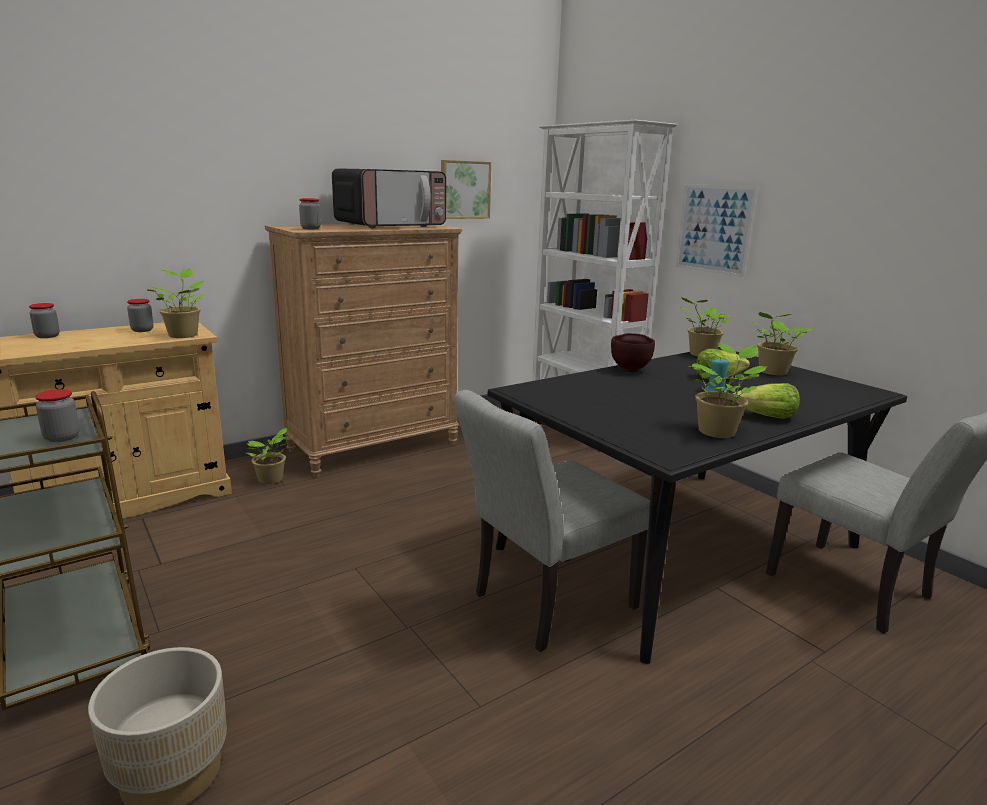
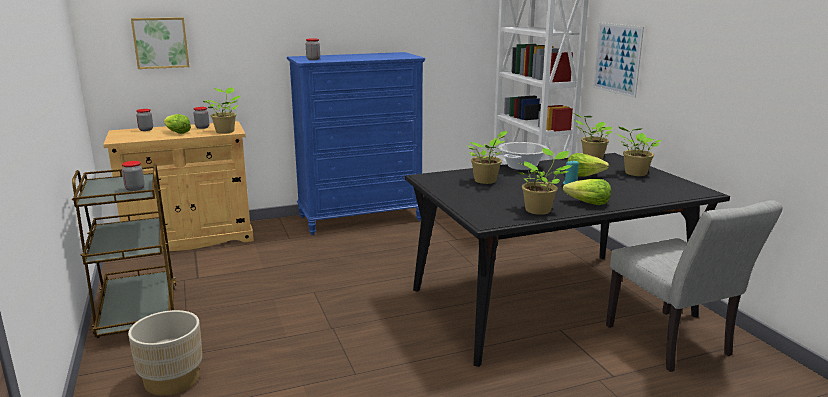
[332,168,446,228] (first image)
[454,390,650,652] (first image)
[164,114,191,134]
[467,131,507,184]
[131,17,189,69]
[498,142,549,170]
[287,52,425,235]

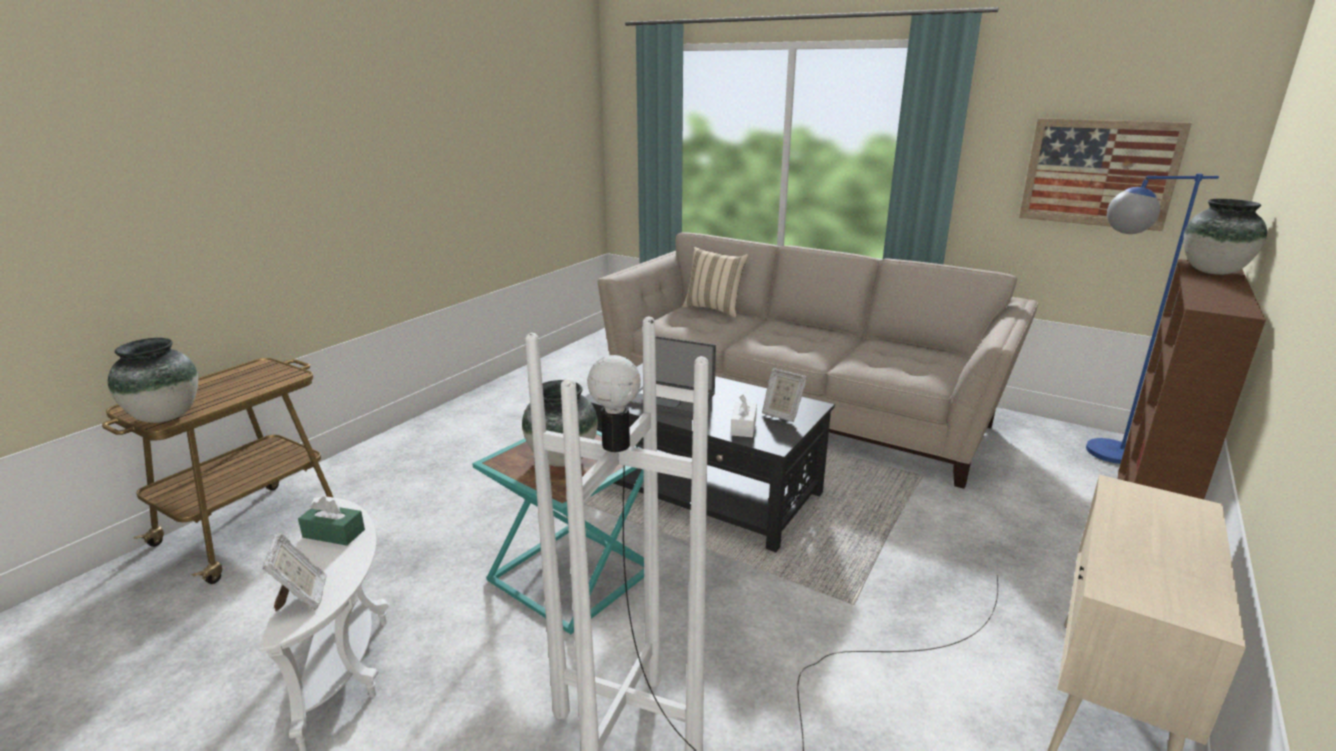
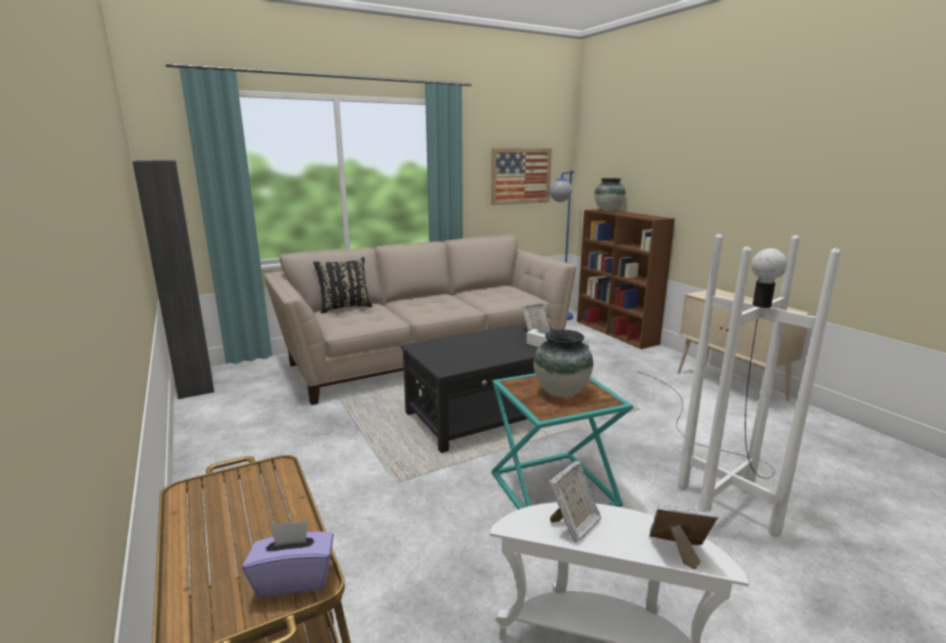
[627,336,716,417] (first image)
[132,160,214,399]
[243,521,333,597]
[549,461,601,542]
[313,257,373,314]

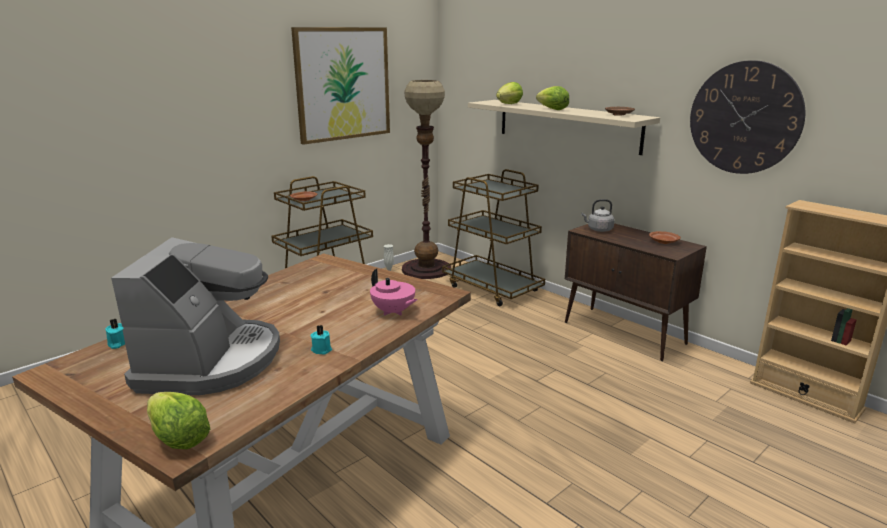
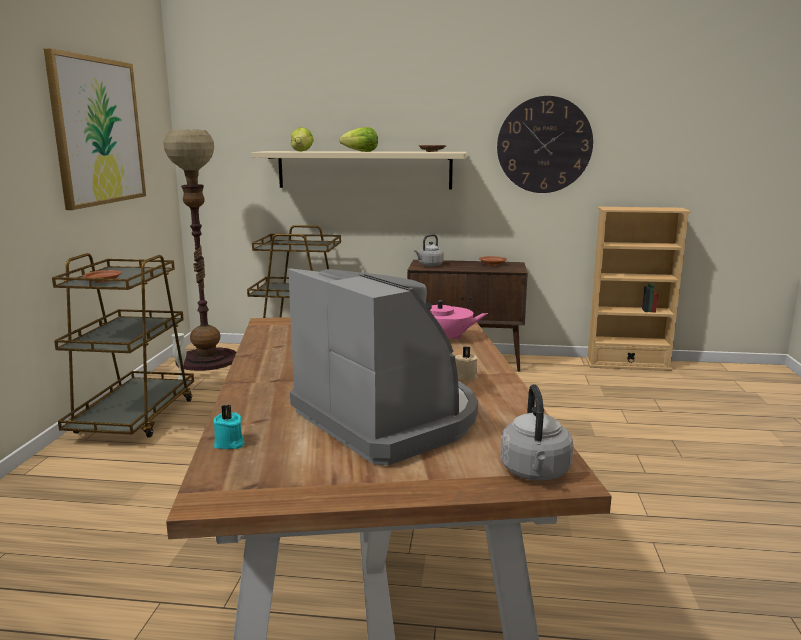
[500,384,573,481]
[455,346,478,380]

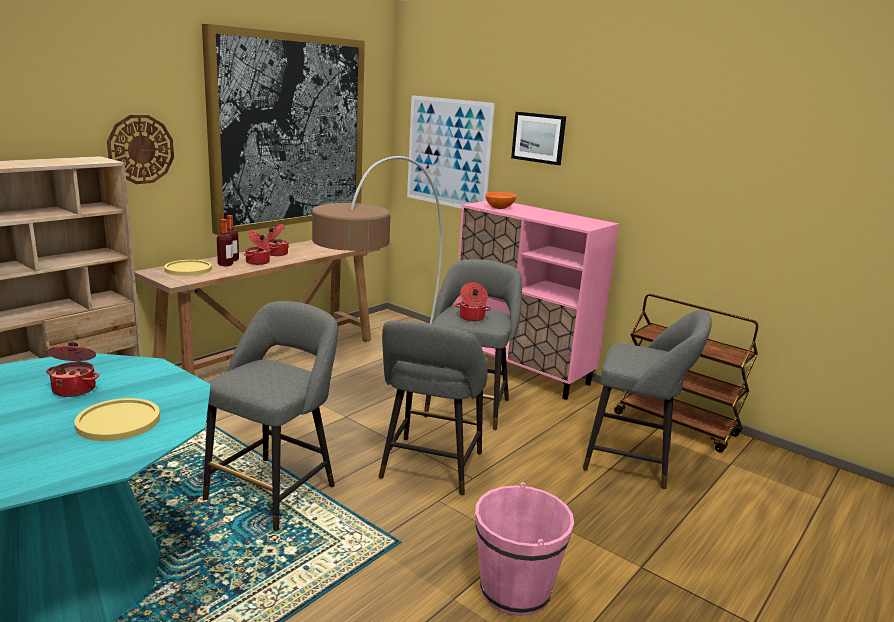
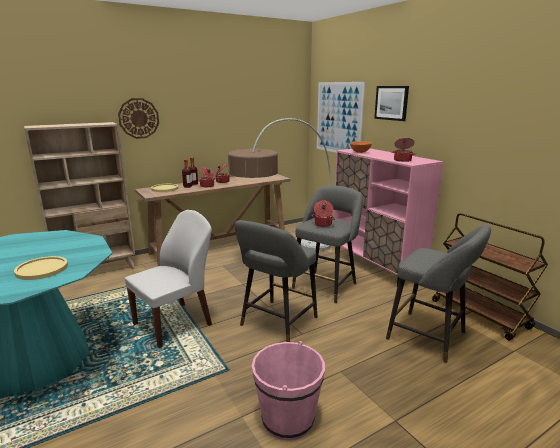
[202,24,365,235] (first image)
[391,138,416,162]
[125,210,212,348]

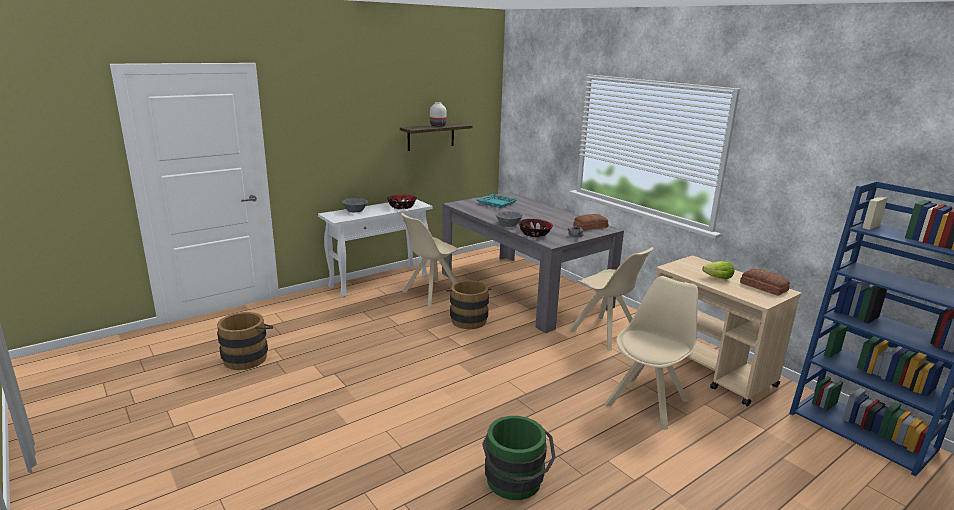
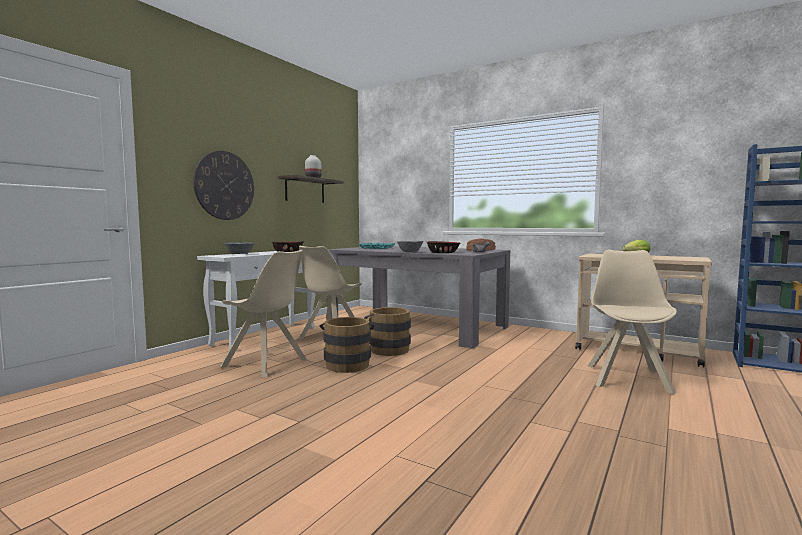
[482,416,556,500] (first image)
[740,269,790,296] (first image)
[193,151,254,220]
[319,317,374,373]
[220,250,307,377]

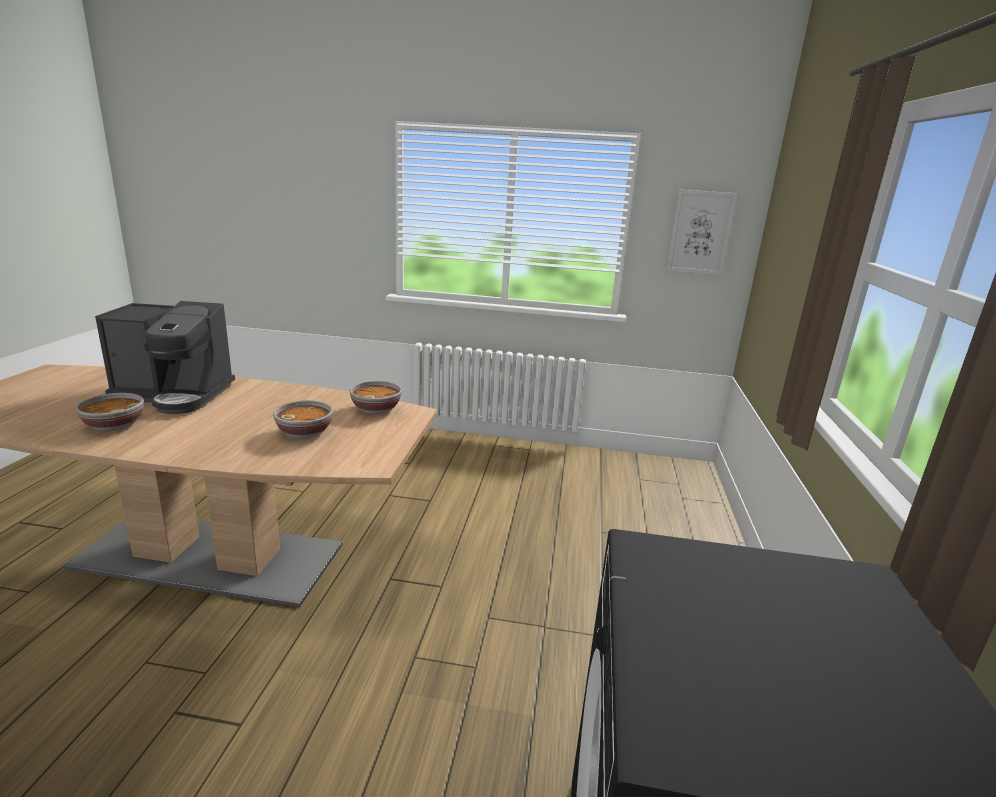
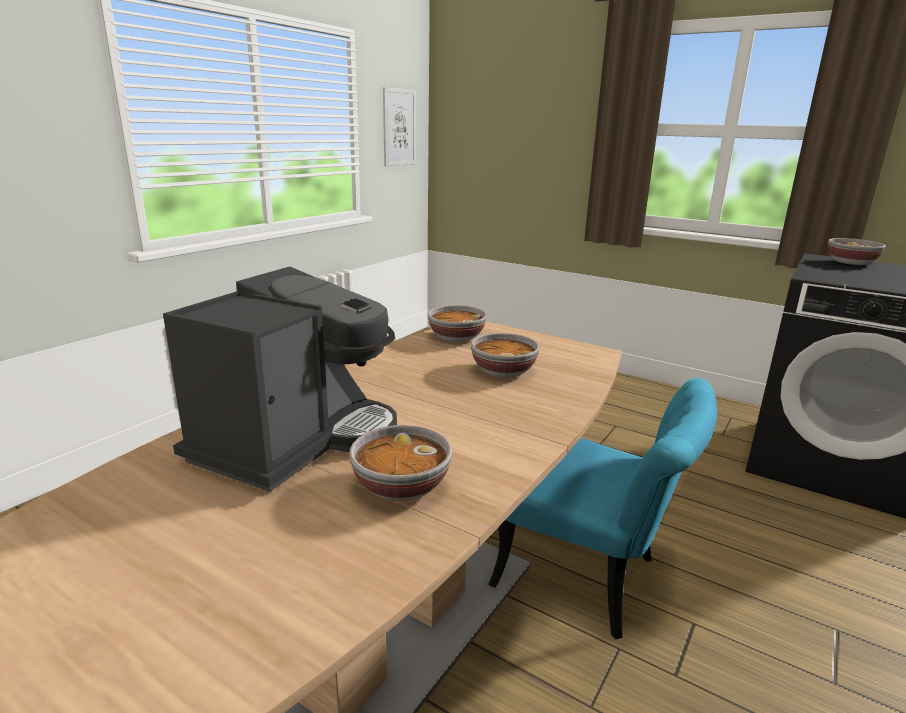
[488,378,717,640]
[828,238,886,265]

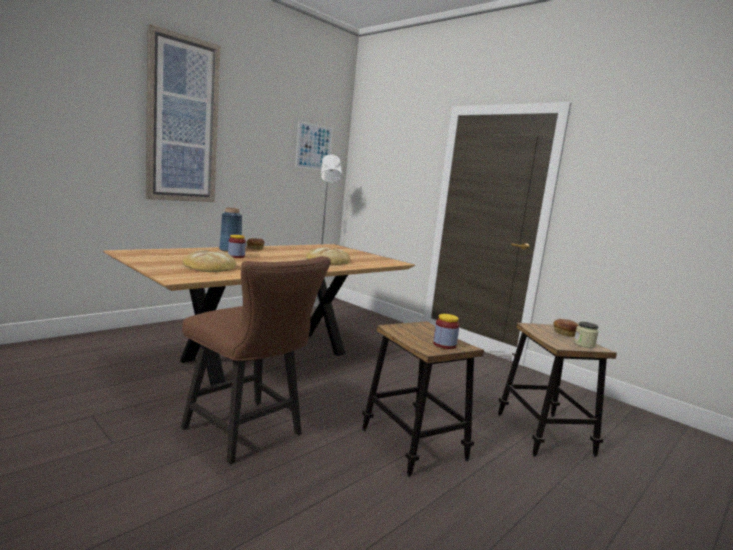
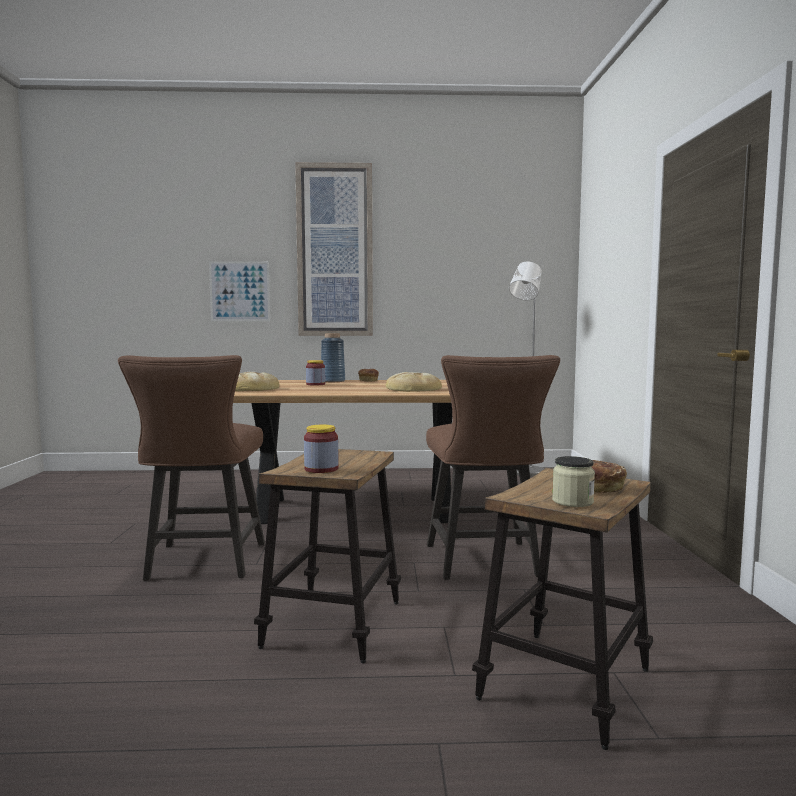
[426,355,560,580]
[209,261,270,321]

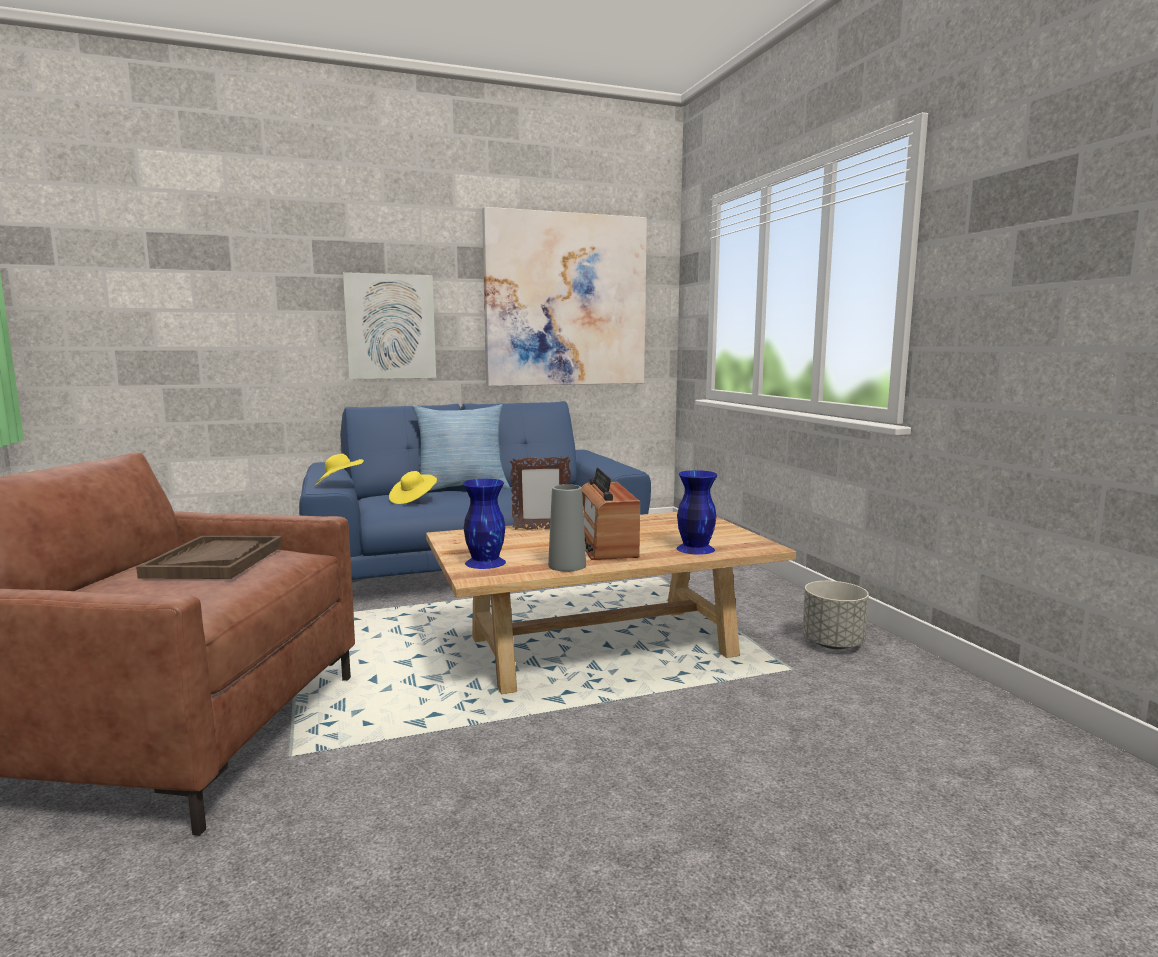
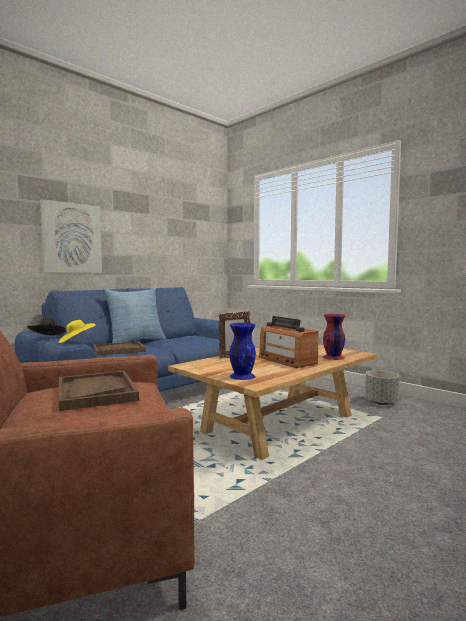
[482,207,647,386] (first image)
[548,484,586,572] (first image)
[27,318,66,336]
[93,341,146,356]
[323,314,345,360]

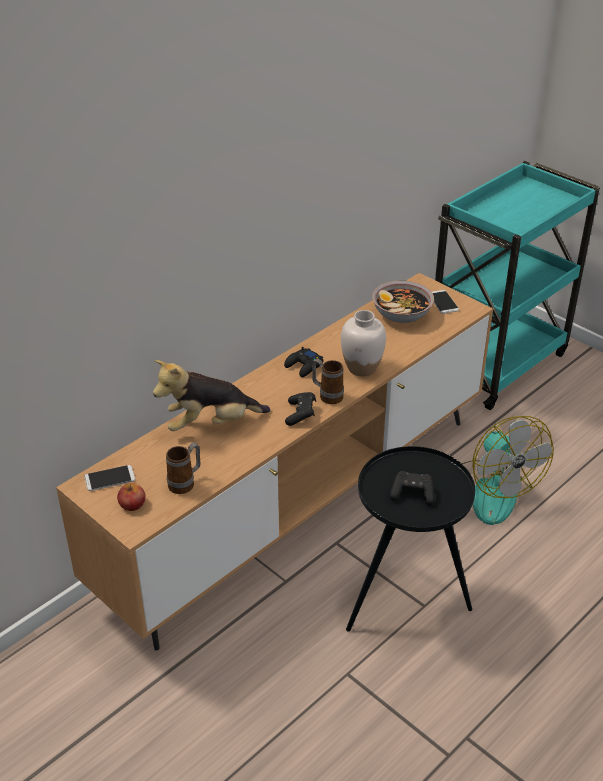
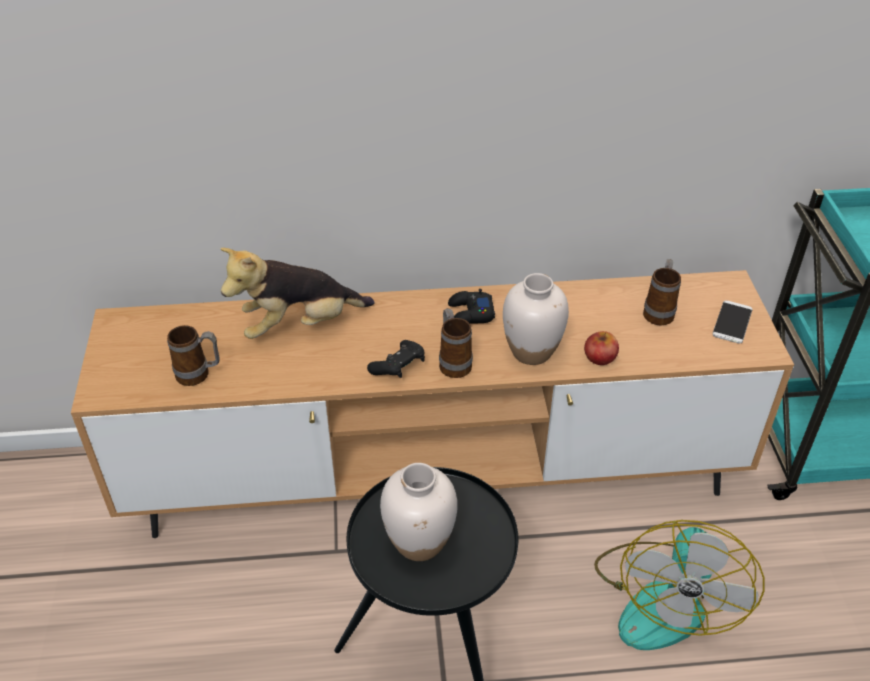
[84,465,135,491] (first image)
[584,331,619,365]
[643,259,681,325]
[380,463,457,561]
[220,248,375,339]

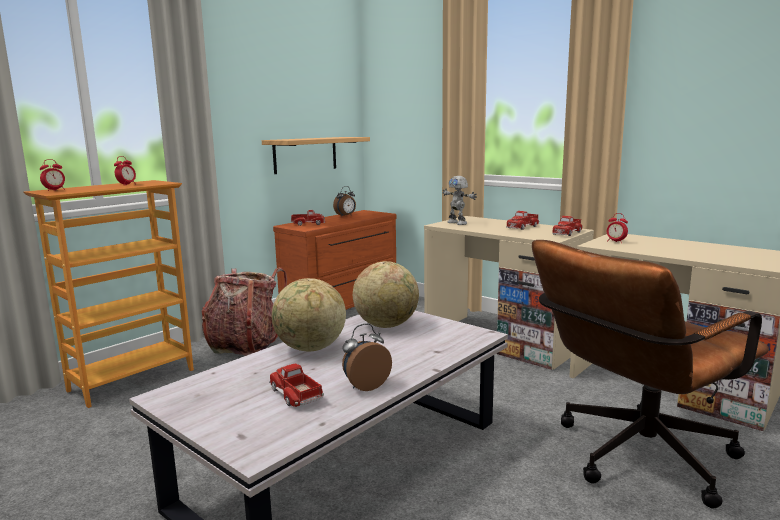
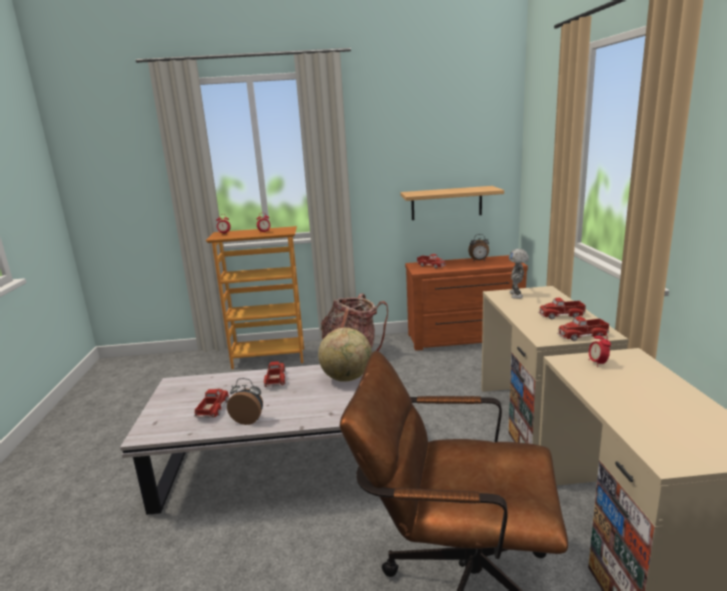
[264,361,286,387]

